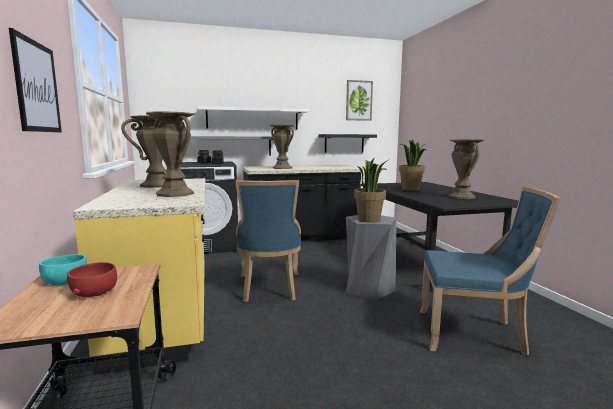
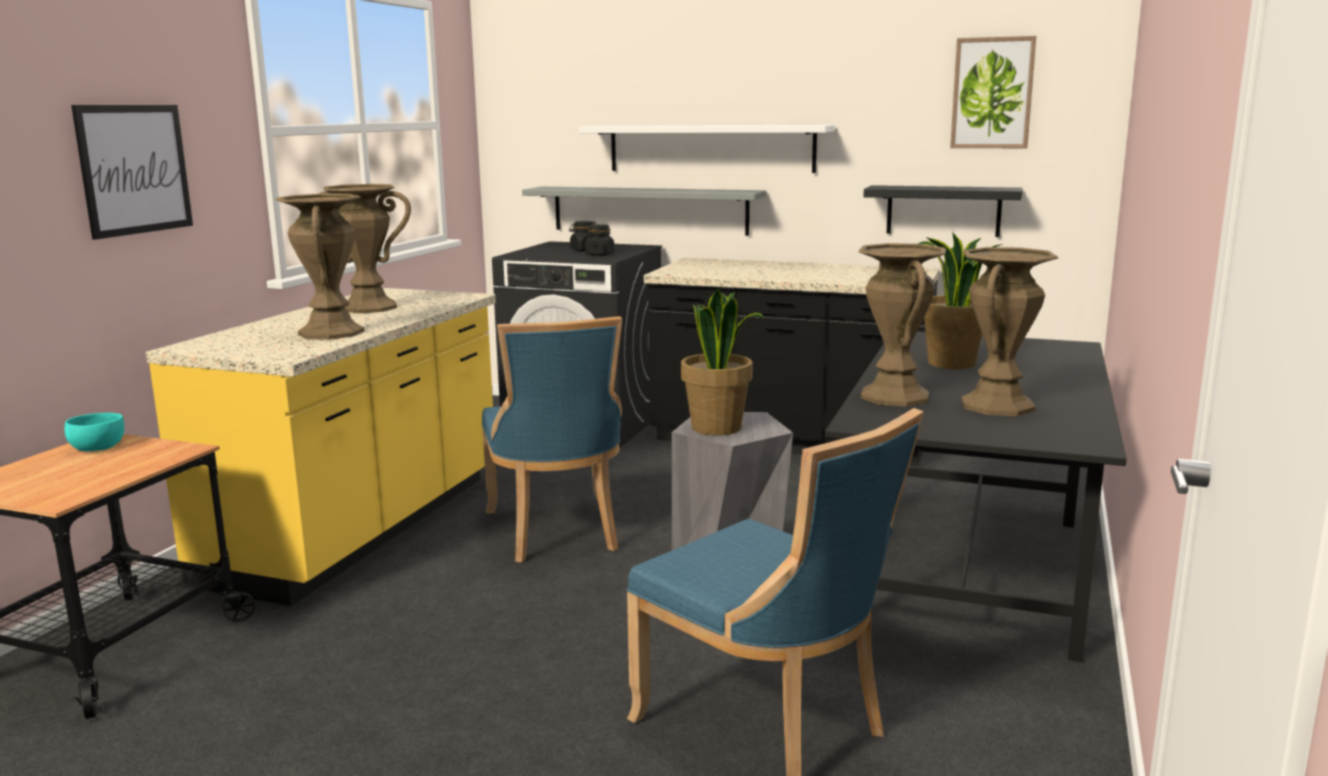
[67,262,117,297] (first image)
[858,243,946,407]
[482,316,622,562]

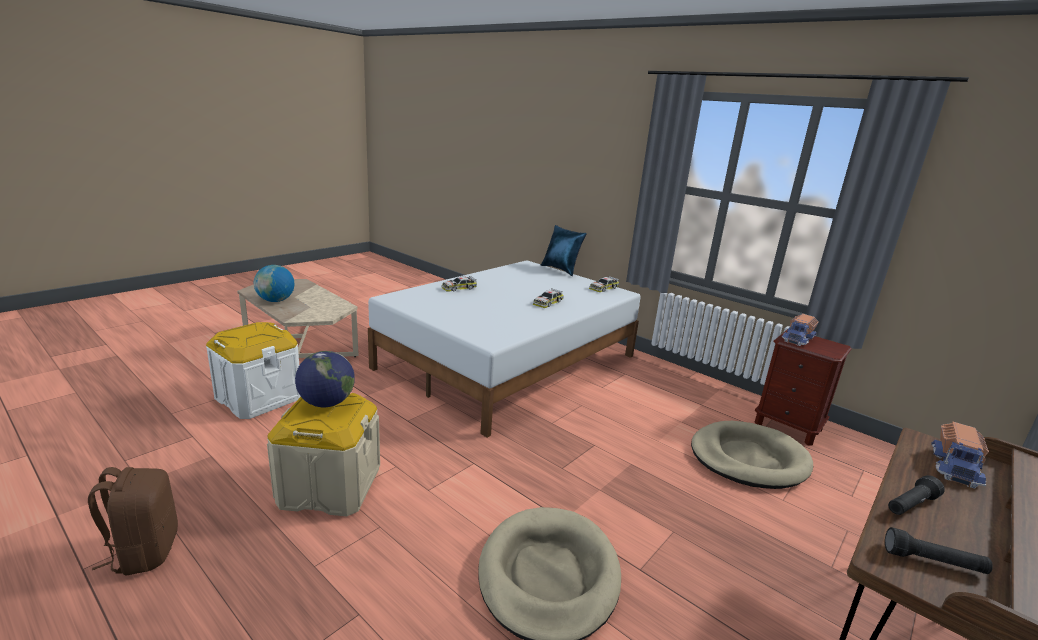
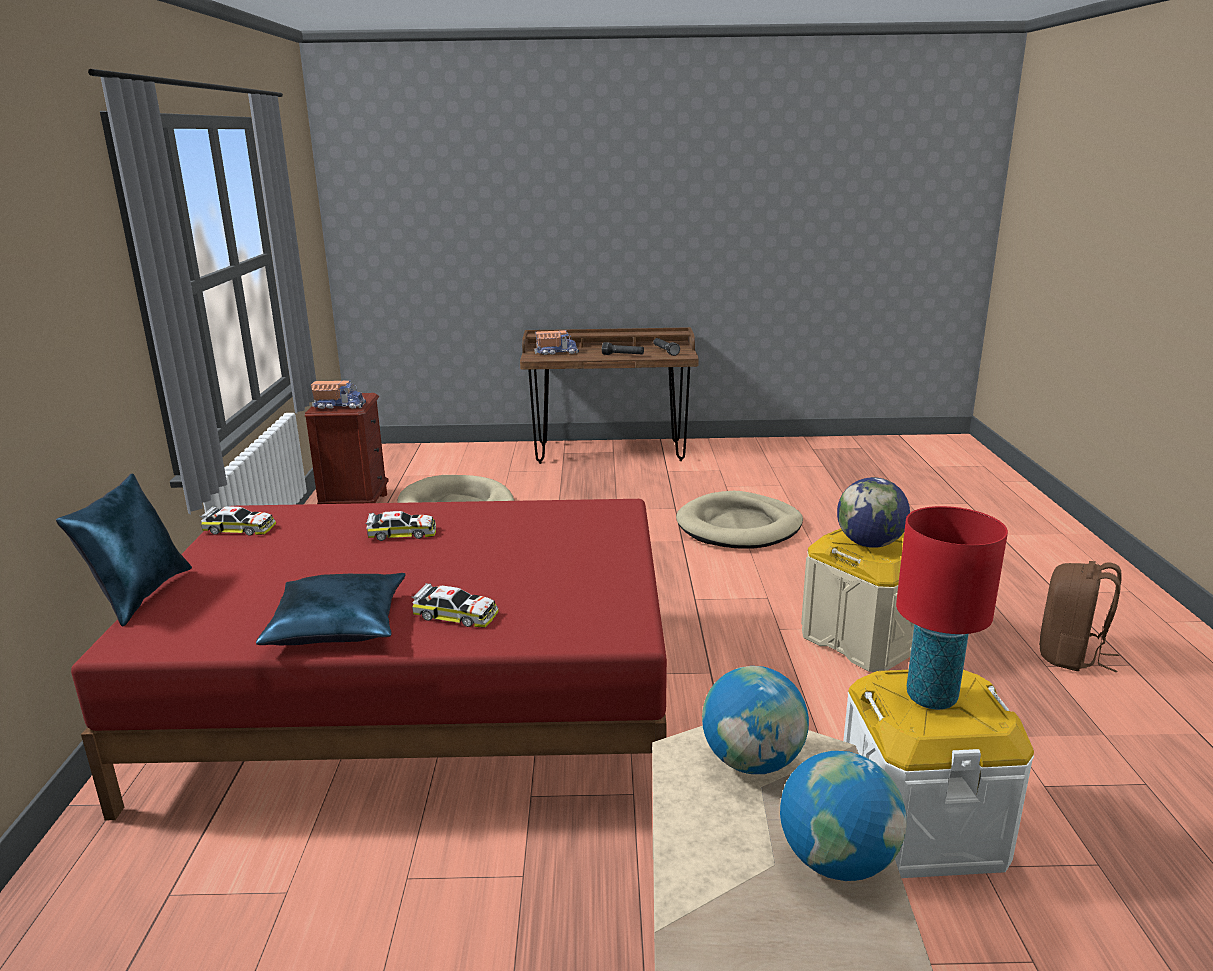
[256,573,405,645]
[702,666,809,774]
[896,506,1008,710]
[71,499,667,820]

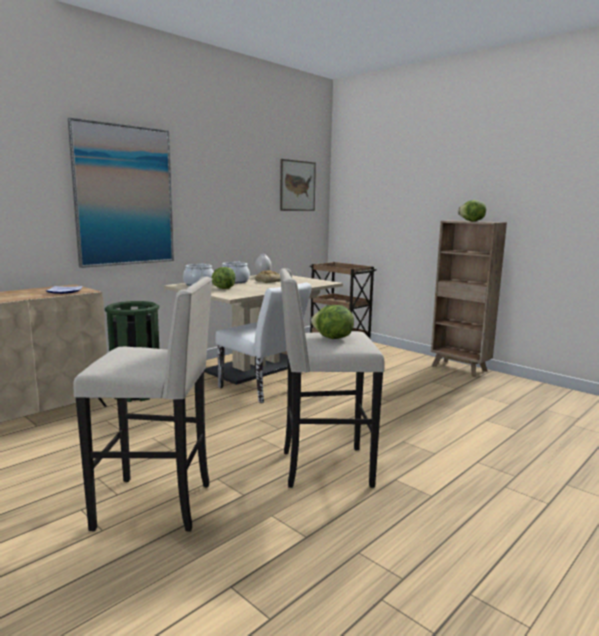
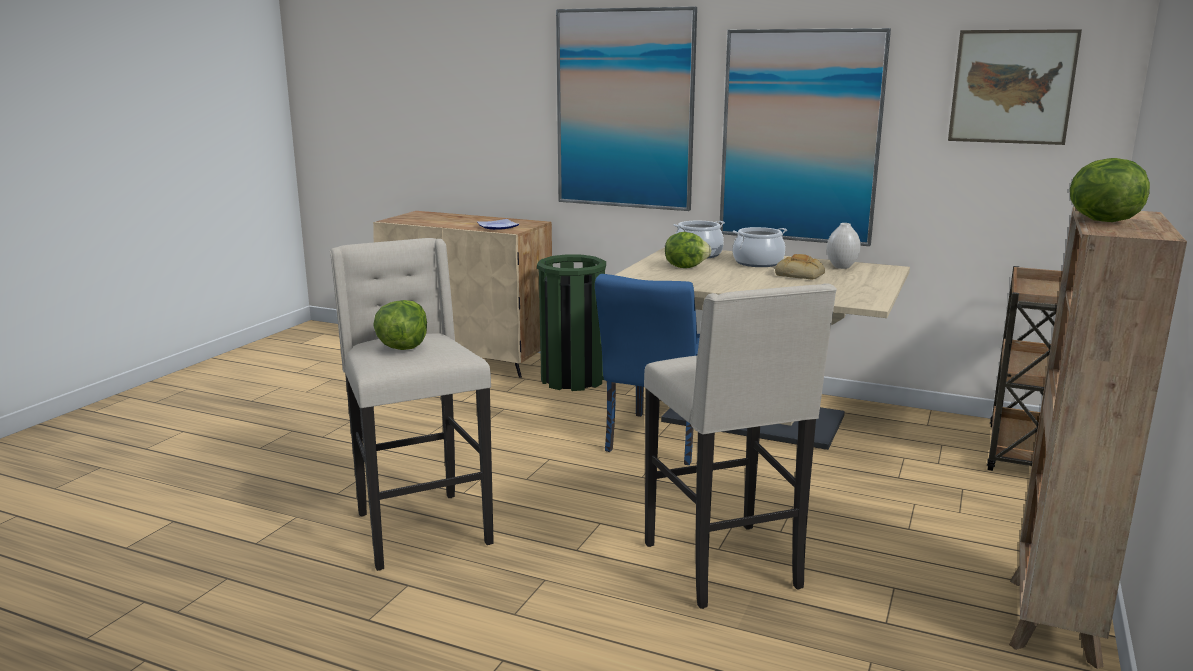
[720,28,891,246]
[644,284,837,609]
[595,274,700,465]

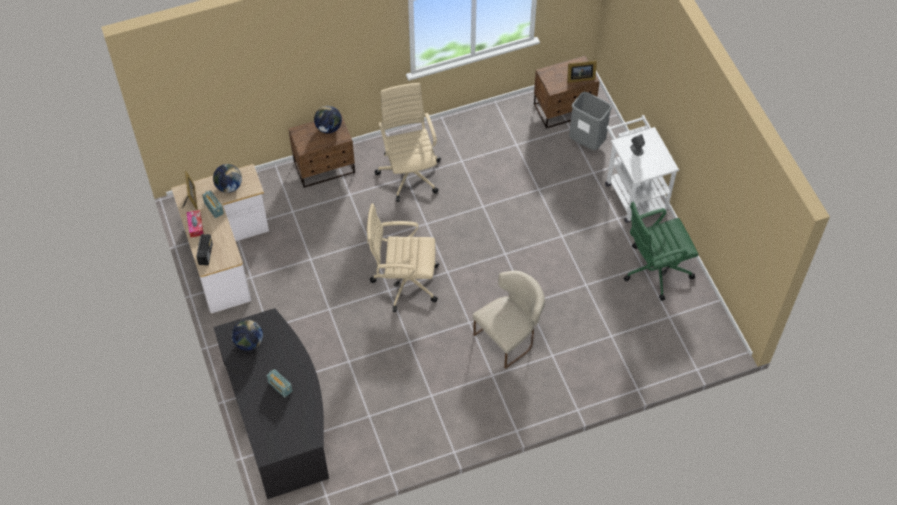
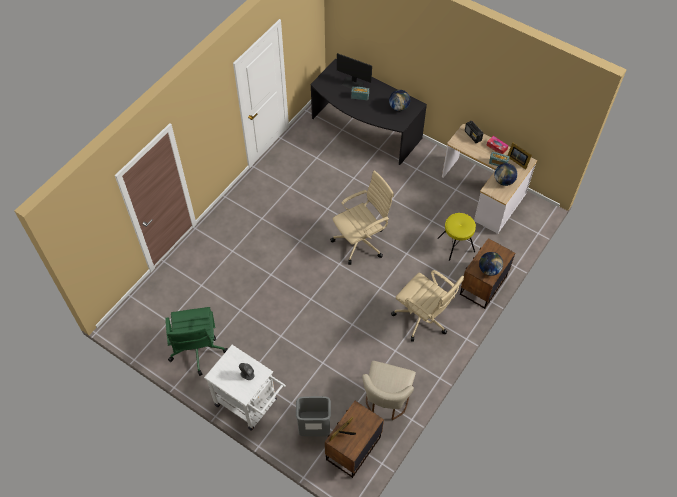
[337,53,372,89]
[437,213,476,261]
[362,361,416,420]
[165,307,228,376]

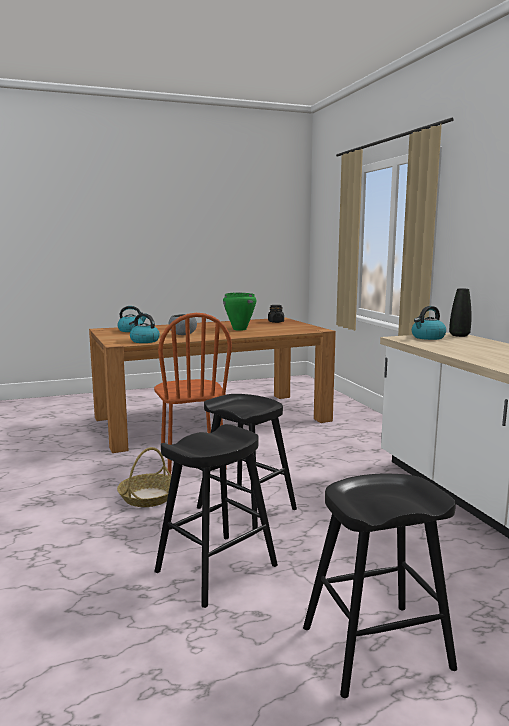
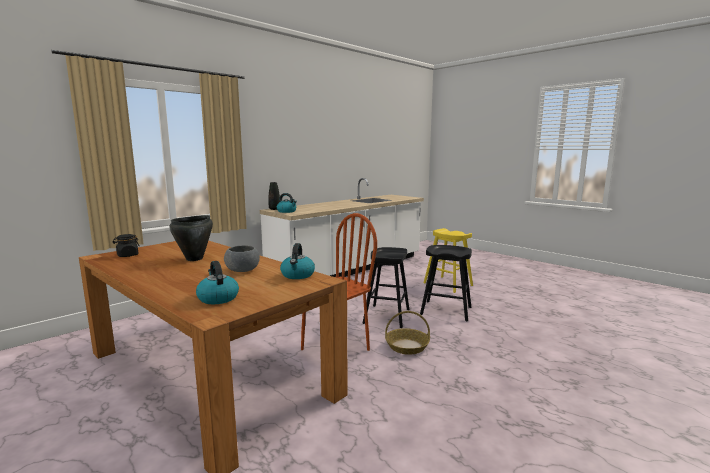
[169,215,213,261]
[424,228,473,293]

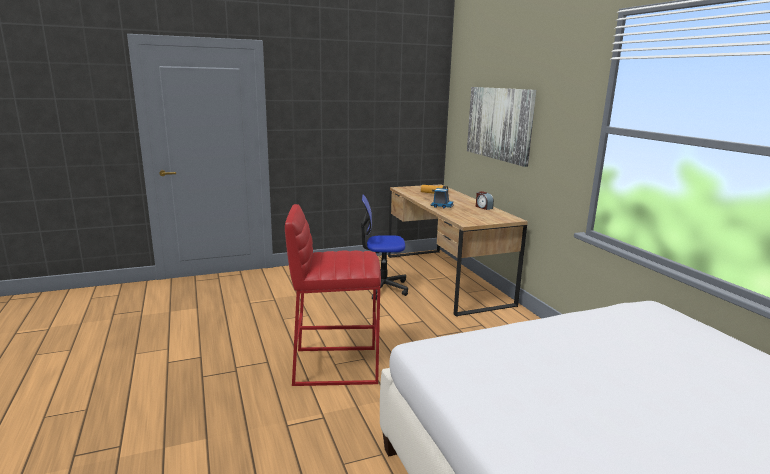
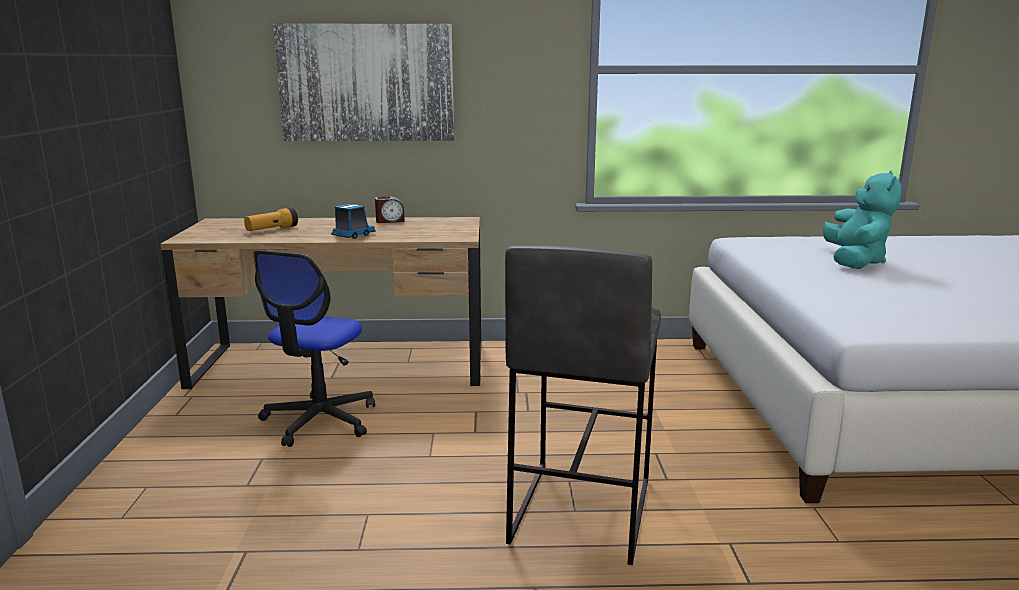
[823,170,902,269]
[505,245,661,565]

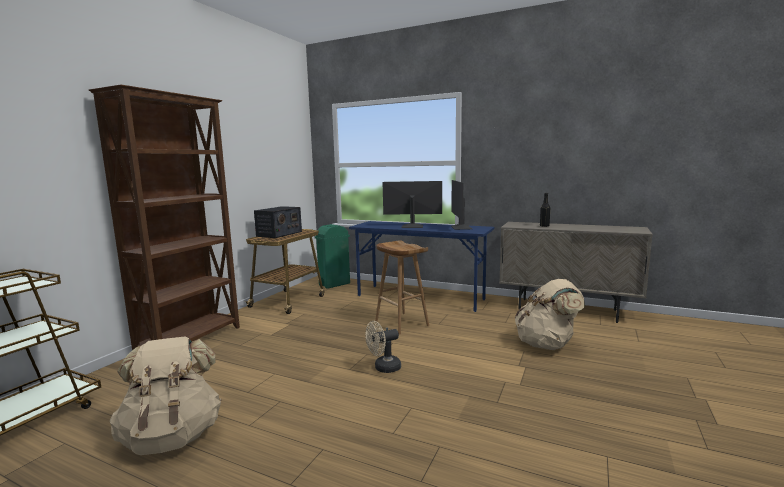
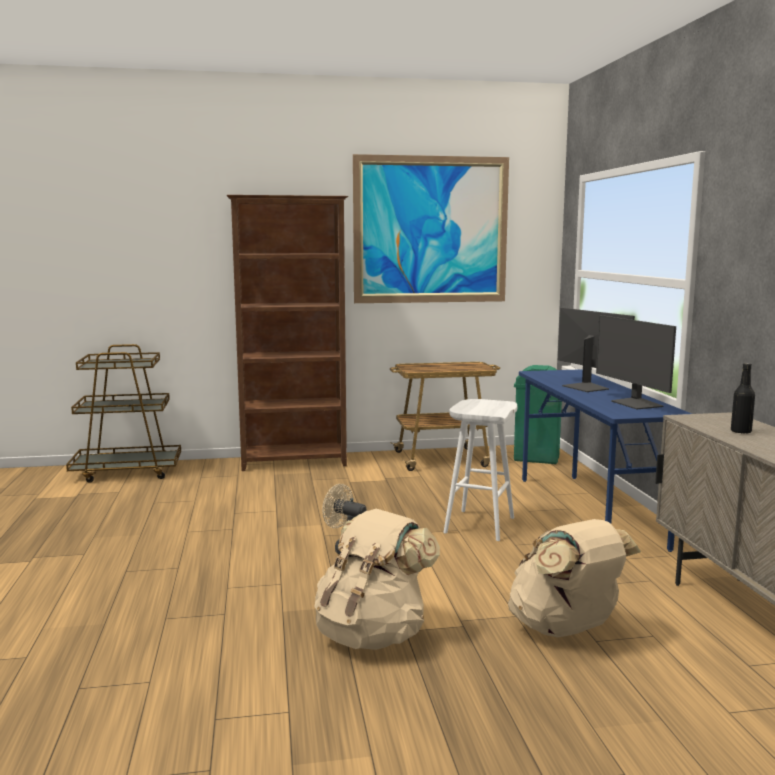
[254,206,302,238] (first image)
[353,154,509,303]
[314,509,440,650]
[443,399,517,541]
[596,315,676,409]

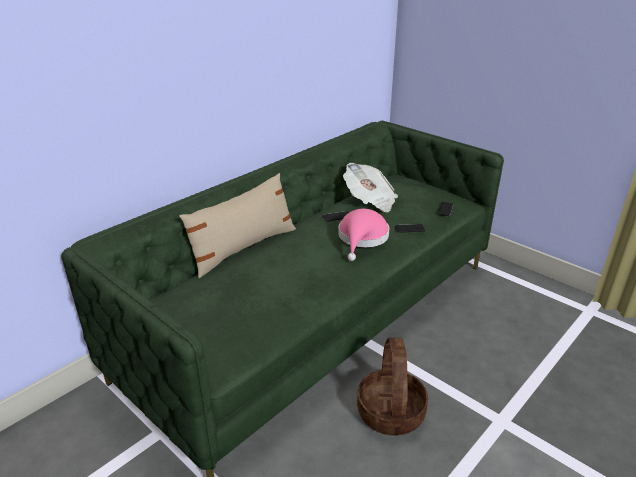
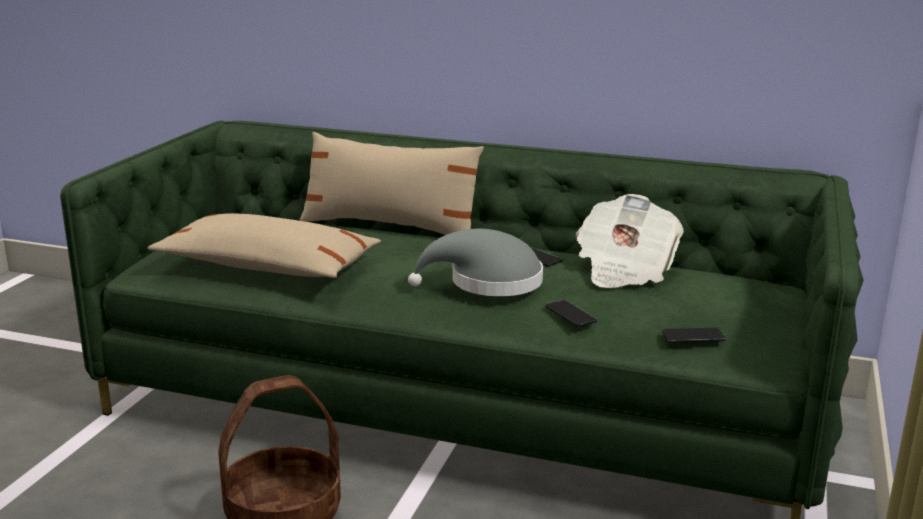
[148,213,381,278]
[408,228,543,296]

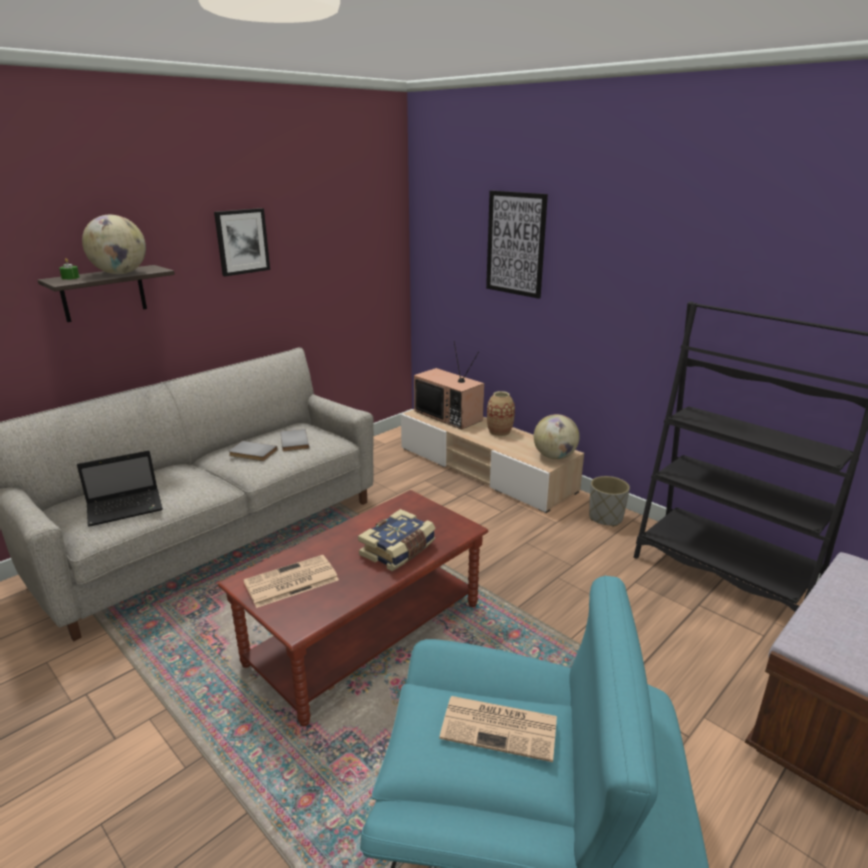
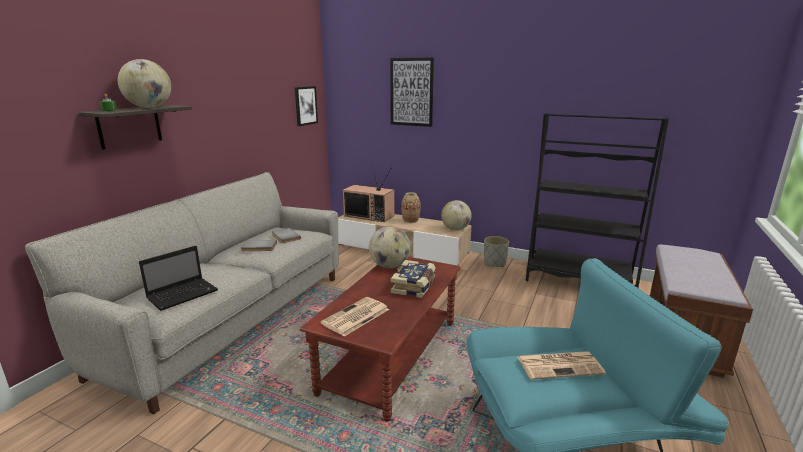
[369,226,410,268]
[295,86,318,126]

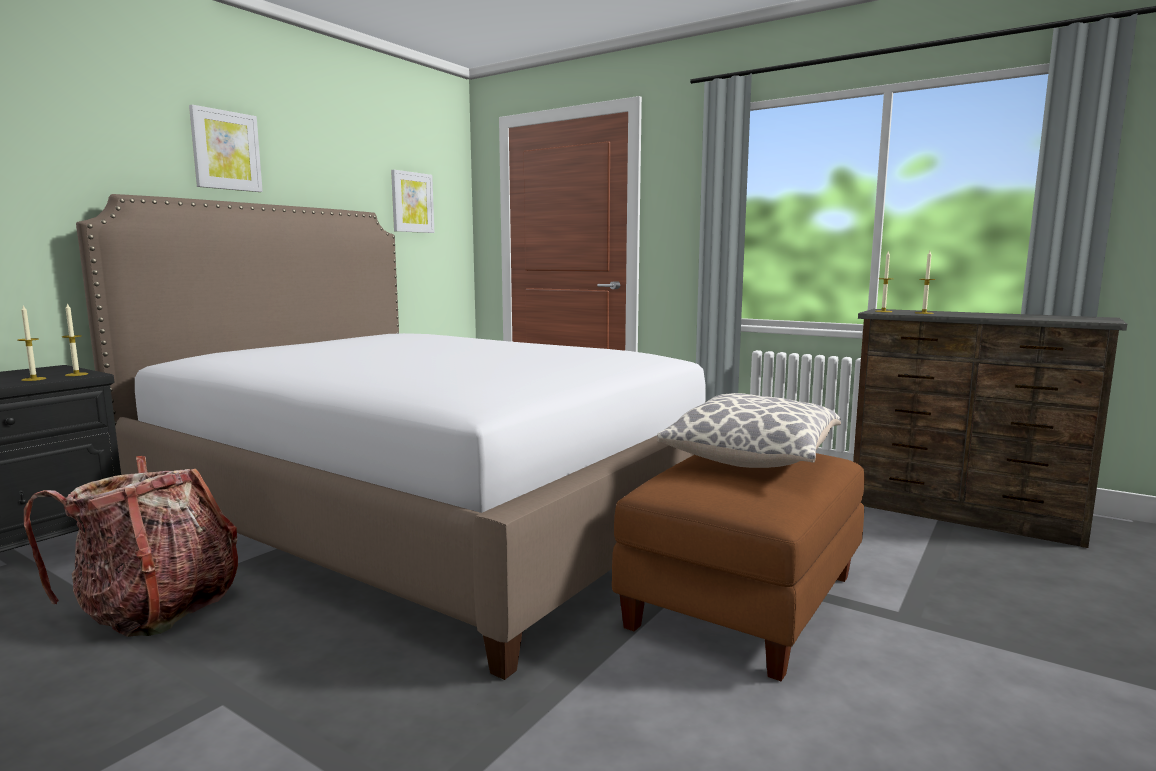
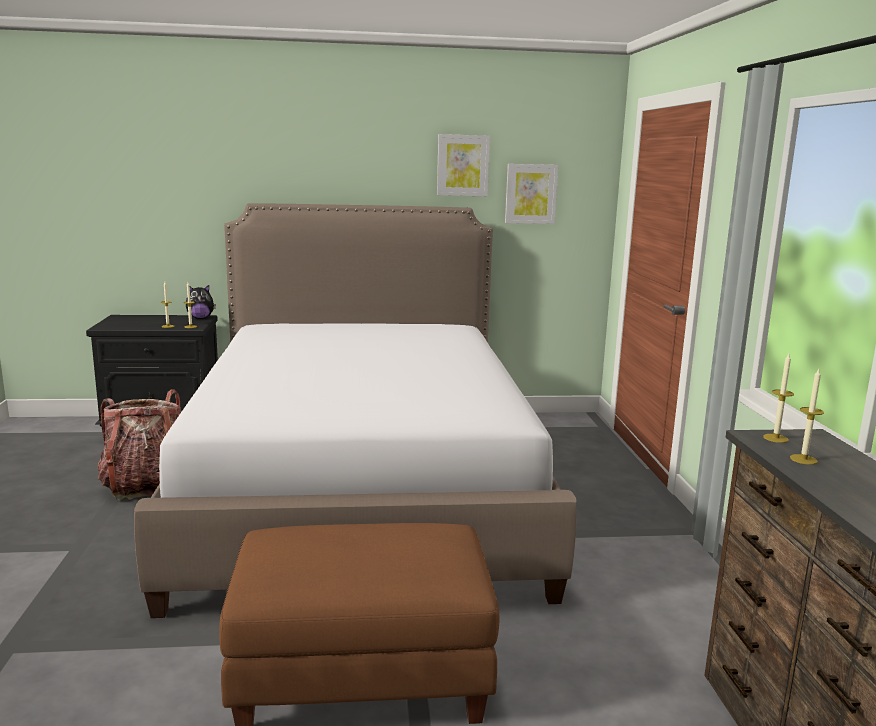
[657,393,841,468] (first image)
[186,285,216,319]
[437,134,490,196]

